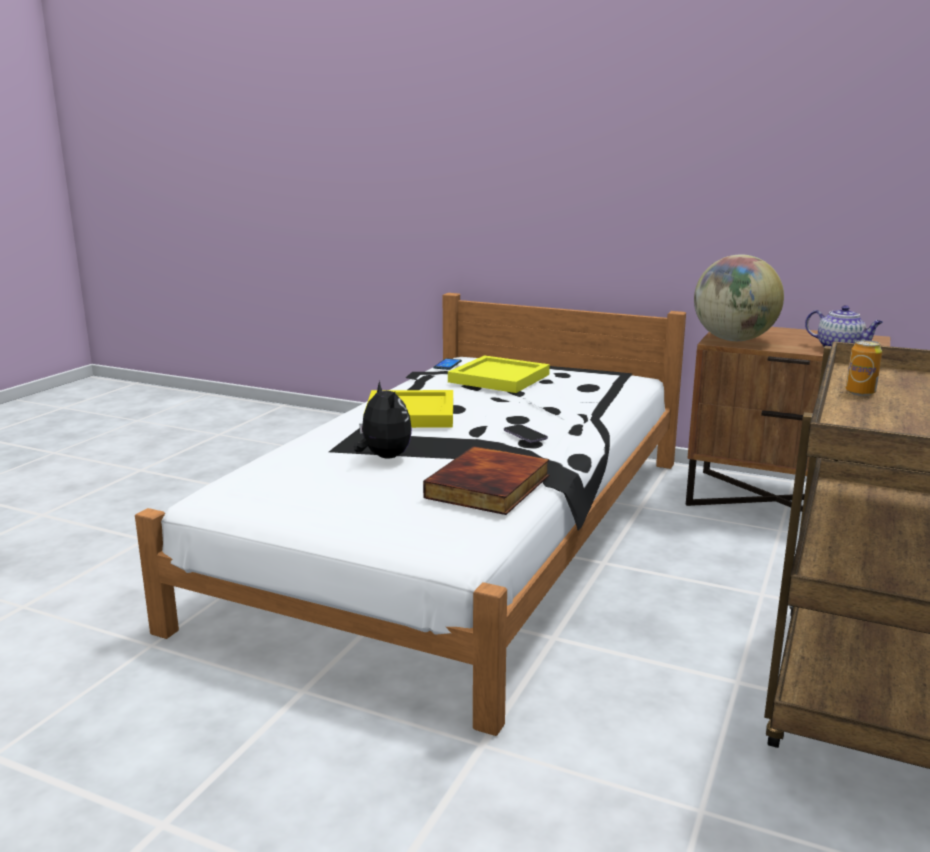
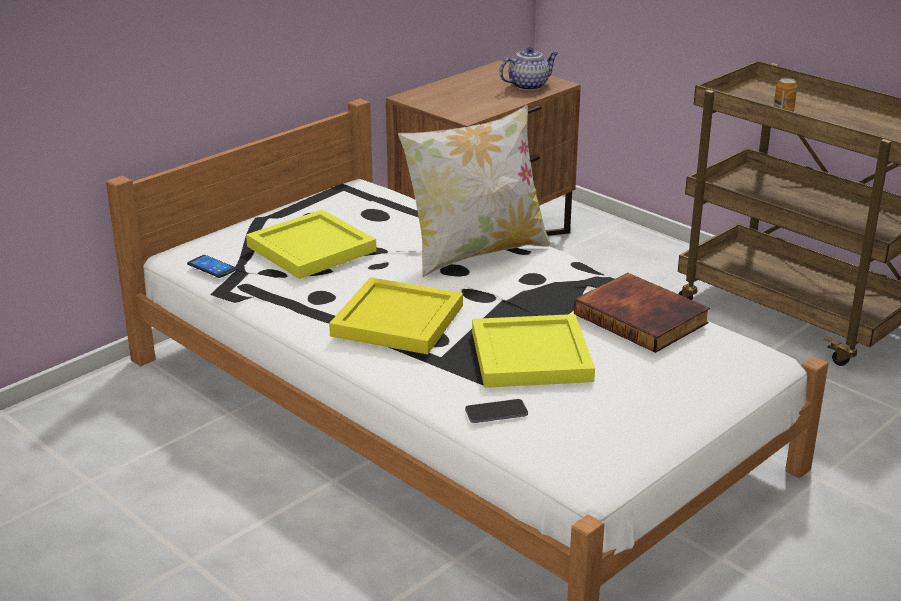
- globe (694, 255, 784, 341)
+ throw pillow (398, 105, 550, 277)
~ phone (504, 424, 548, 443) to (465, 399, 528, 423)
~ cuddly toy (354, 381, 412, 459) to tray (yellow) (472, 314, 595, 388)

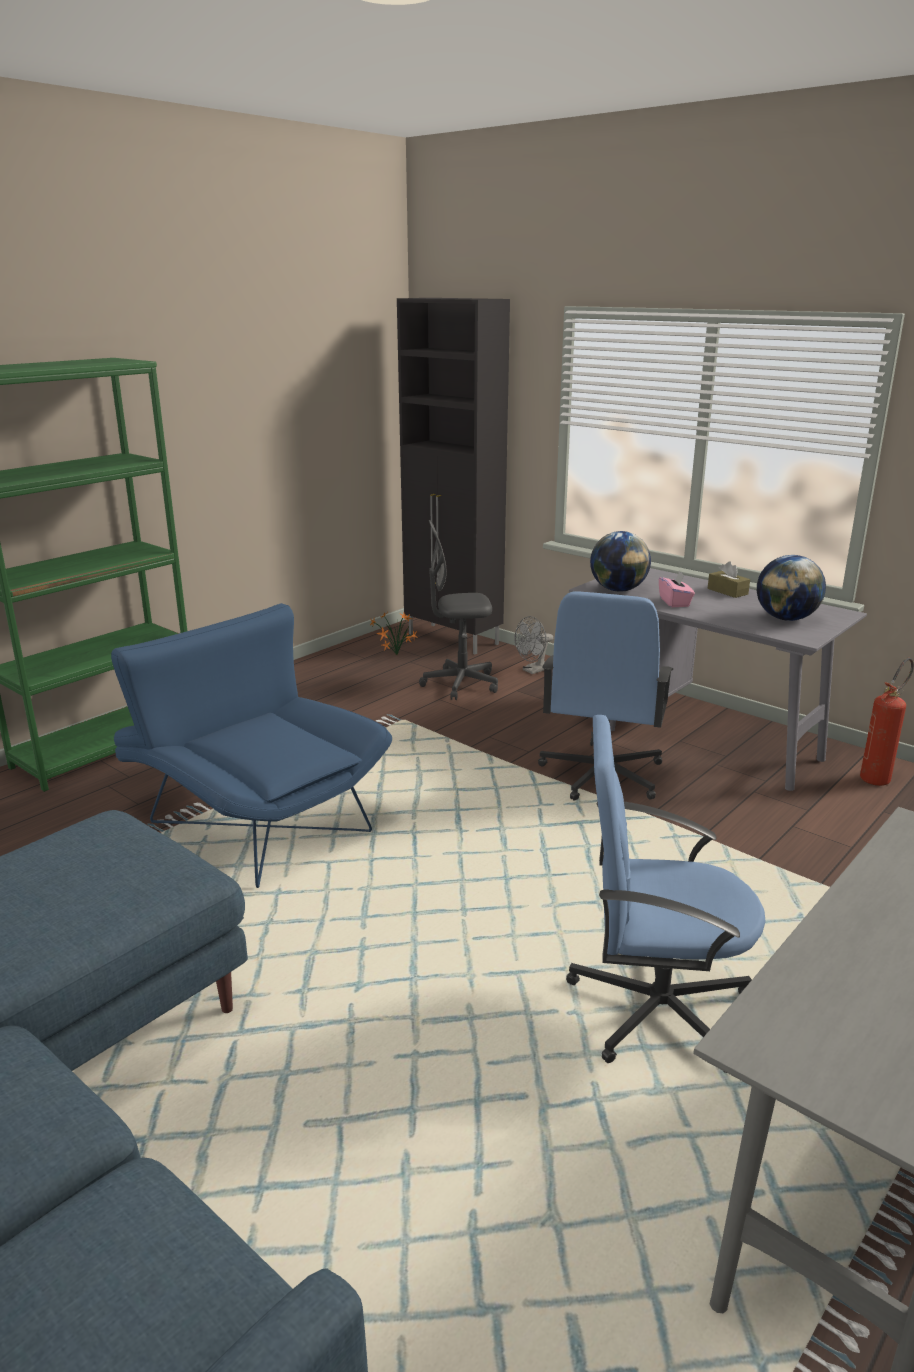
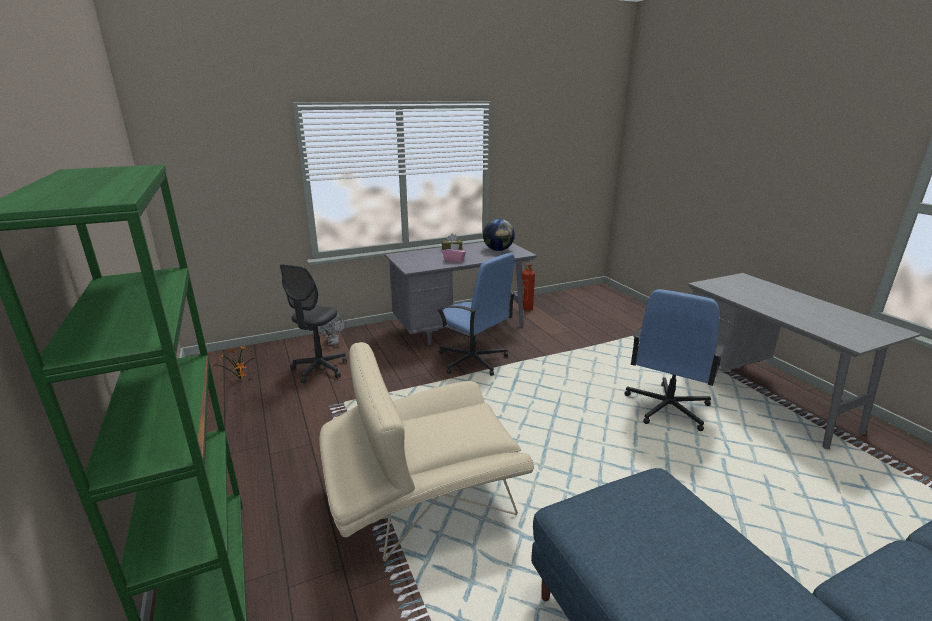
- storage cabinet (blackish) (397, 298, 510, 654)
- globe (590, 531, 651, 592)
~ armchair (bluish) (111, 603, 392, 888) to armchair (beige-coloured) (320, 342, 534, 562)

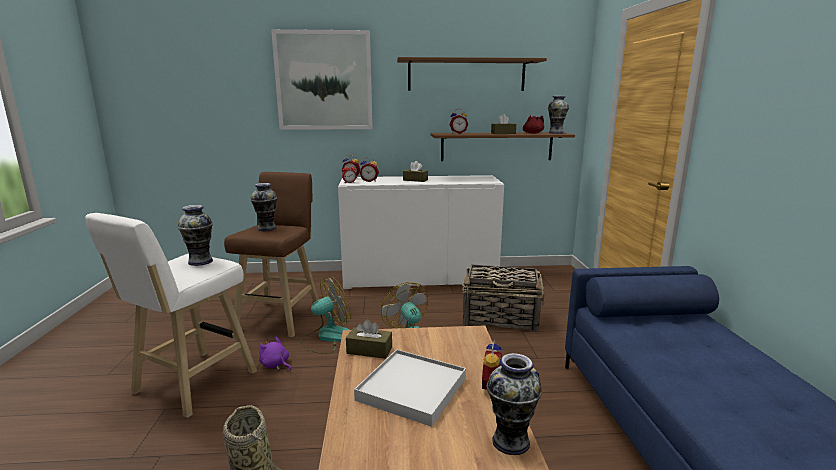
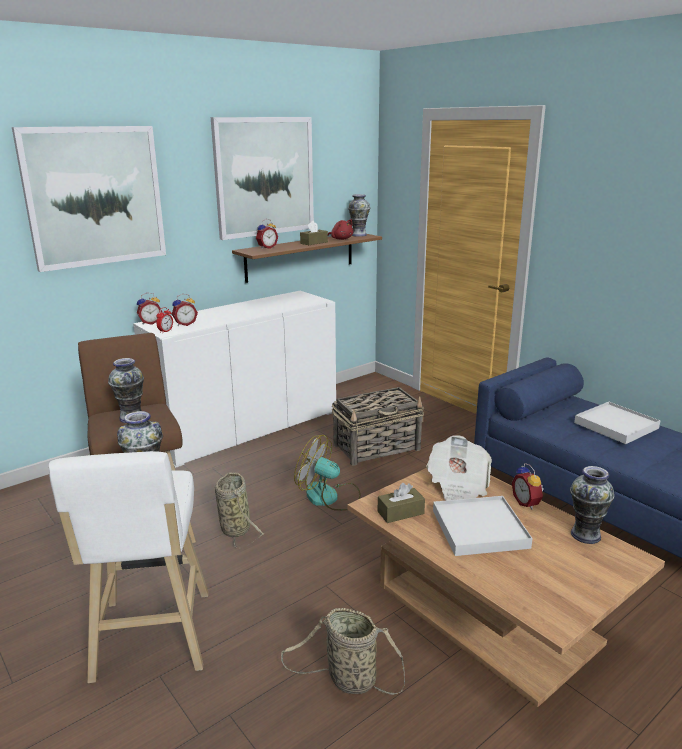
- cuddly toy (purplish) (259, 337, 291, 370)
- box of tissues (brown) (403, 161, 428, 182)
+ printed paper (426, 435, 492, 501)
+ tray (white) (574, 402, 660, 444)
~ electric fan (300, 277, 351, 354) to household basket (215, 472, 264, 548)
~ wall shelf (brown) (397, 57, 547, 91) to wall picture (211, 117, 314, 240)

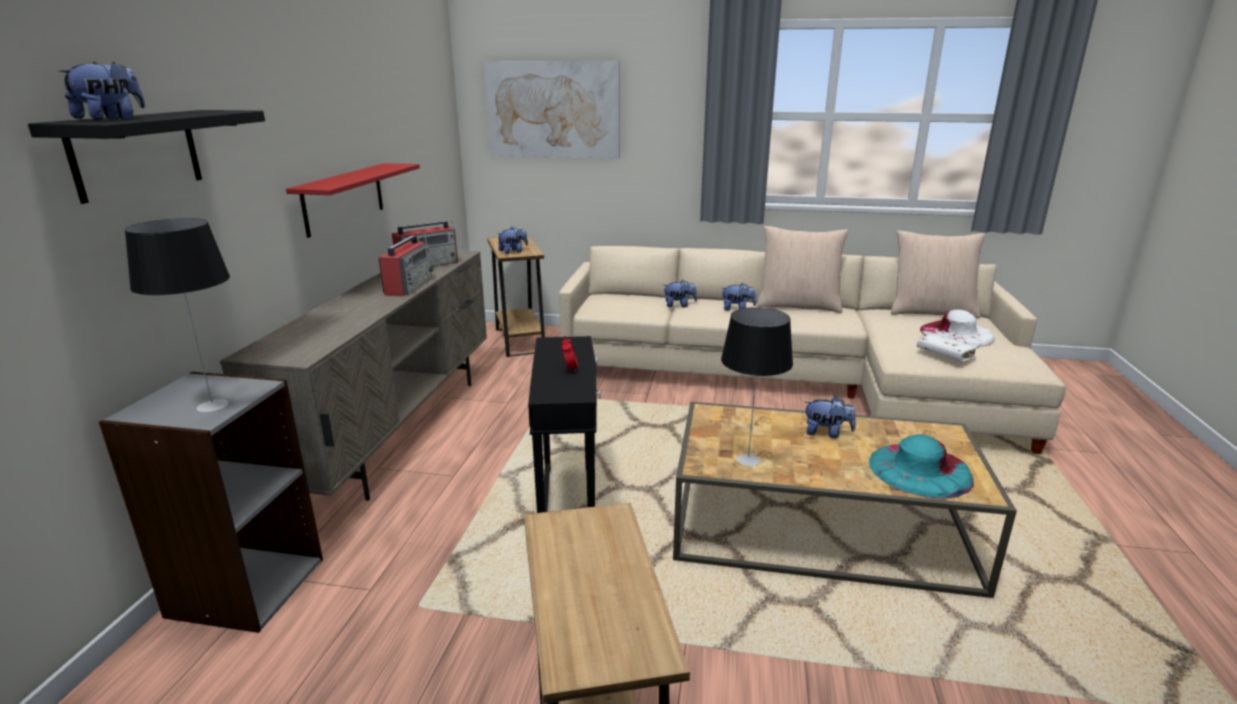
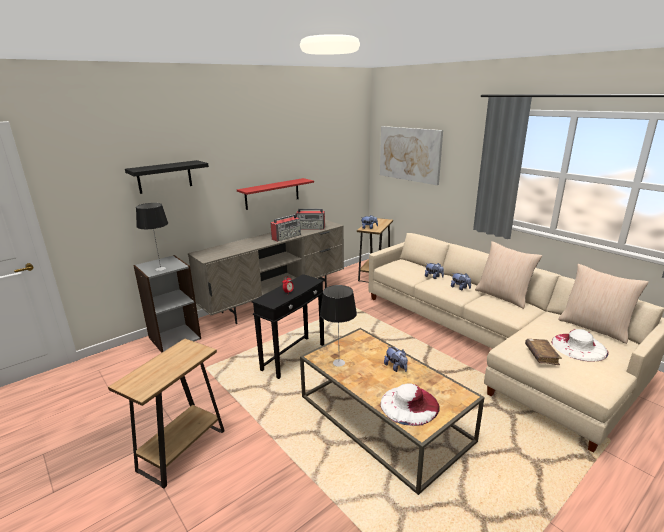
- cuddly toy (58, 62, 145, 120)
~ clothing hat (turquoise) (869, 434, 974, 499) to clothing hat (white) (380, 383, 440, 426)
~ bound book (white) (917, 334, 979, 361) to bound book (brown) (525, 339, 562, 365)

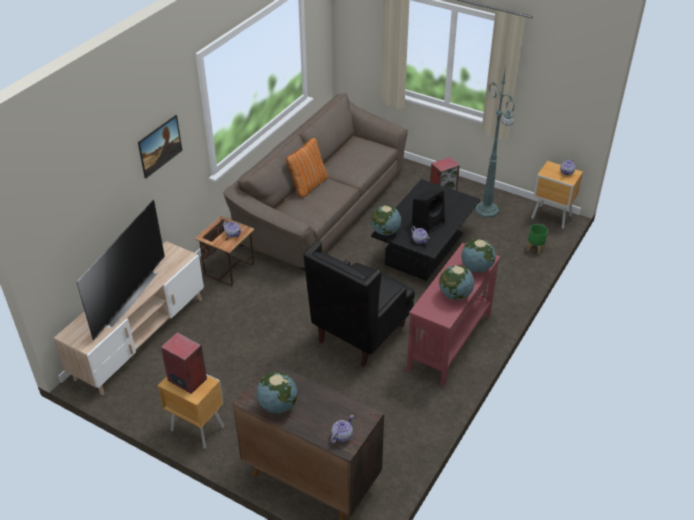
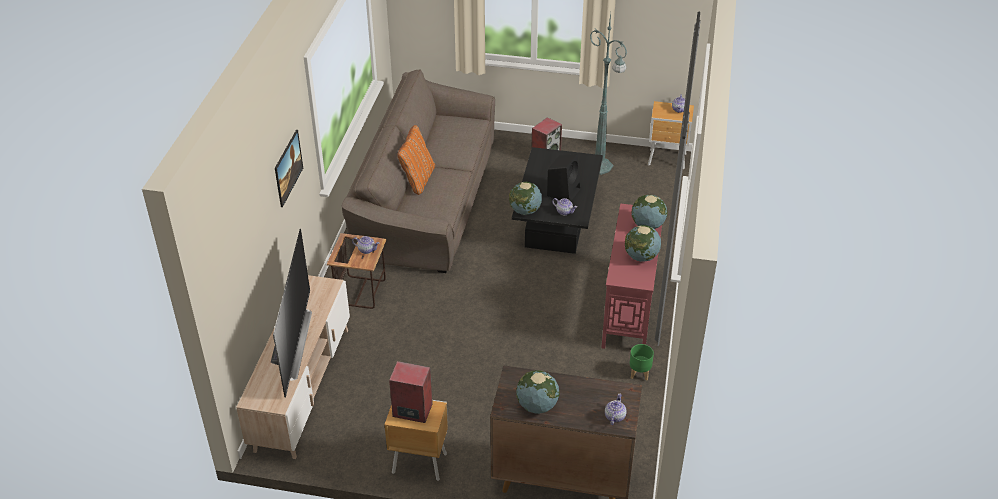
- armchair (blackish) (303, 241, 415, 367)
~ plant pot (green-coloured) (527, 224, 548, 254) to (629, 344, 654, 381)

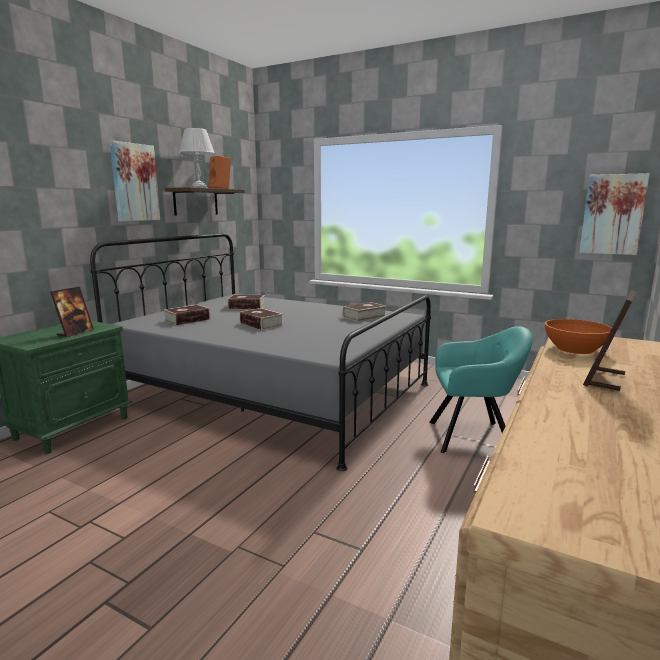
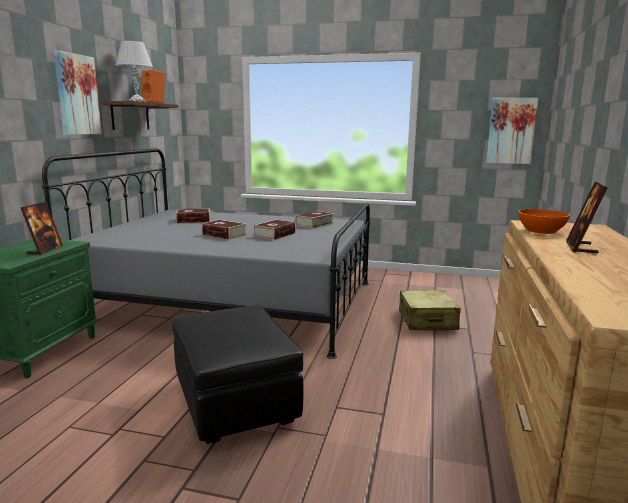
+ footrest (blackish) (172, 305, 304, 444)
~ bound book (163, 304, 210, 326) to (253, 219, 296, 240)
~ armchair (turquoise) (429, 326, 532, 453) to piece of luggage (beige-coloured) (399, 290, 461, 330)

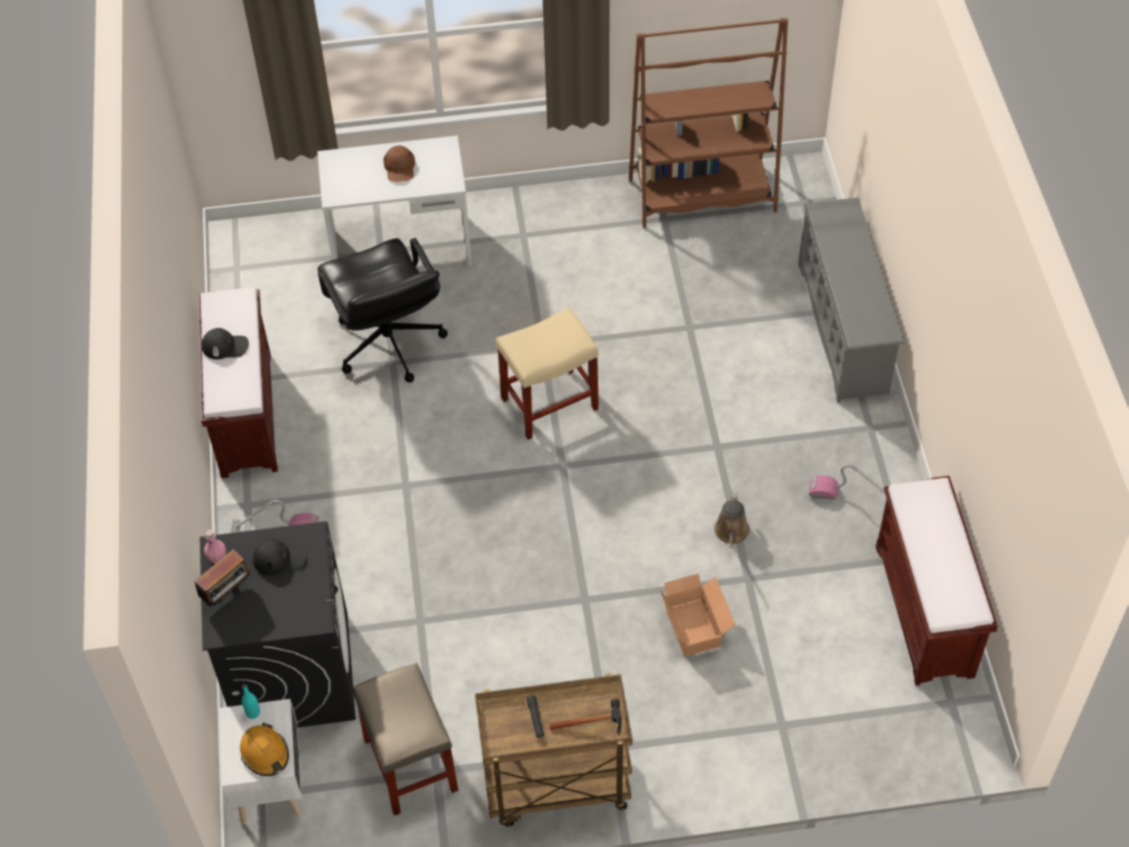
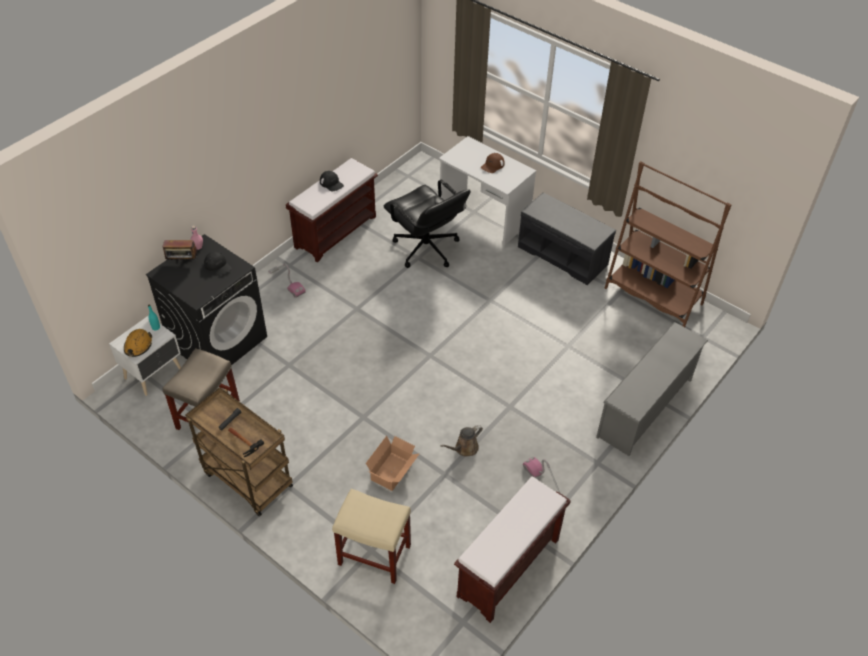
+ indoor bench (gray) (518, 192, 616, 285)
~ stool seat (beige-coloured) (496, 308, 599, 440) to (332, 489, 411, 584)
~ desk chair (blackish) (318, 238, 448, 383) = (384, 180, 471, 268) 60 degrees counterclockwise

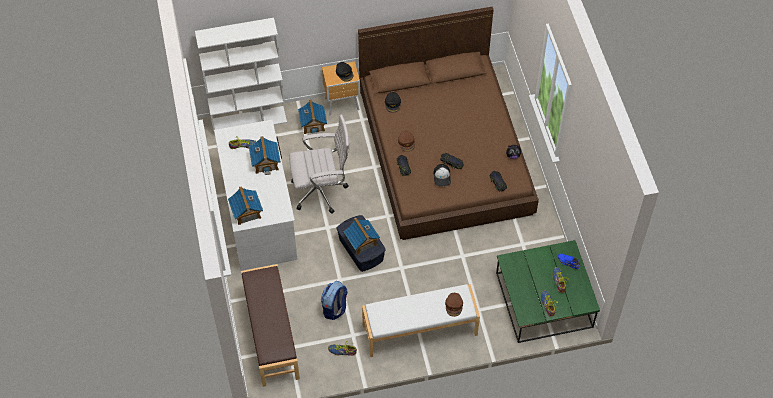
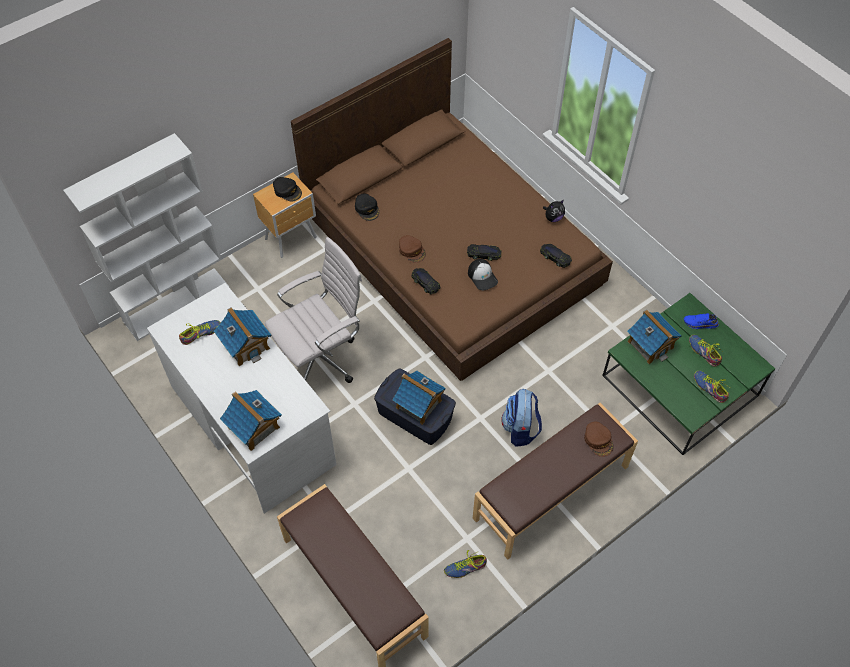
~ miniature house (298, 100, 327, 134) to (627, 310, 682, 364)
~ backpack (321, 281, 348, 320) to (501, 389, 542, 446)
~ indoor bench (white) (362, 284, 480, 357) to indoor bench (brown) (473, 403, 638, 560)

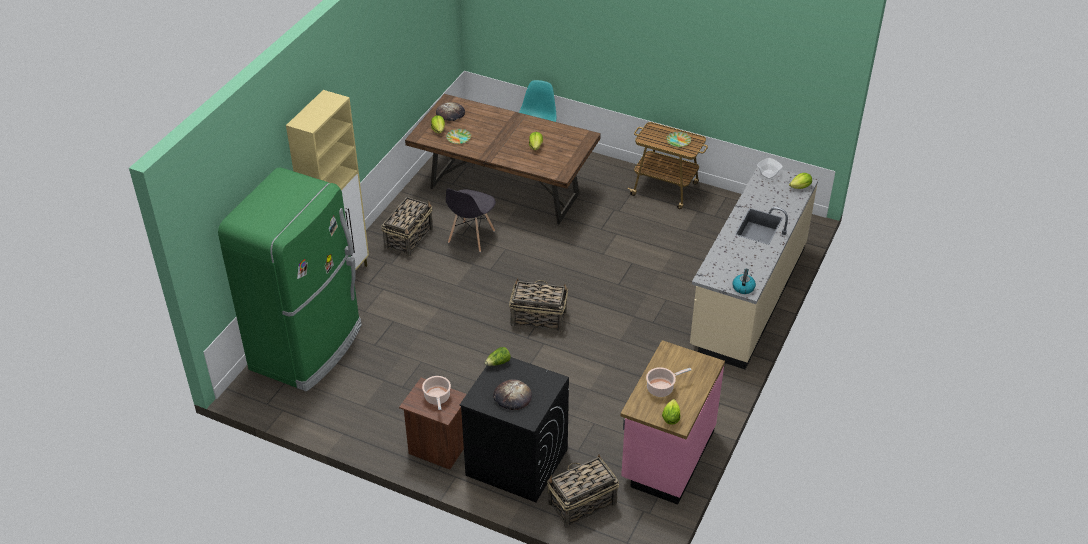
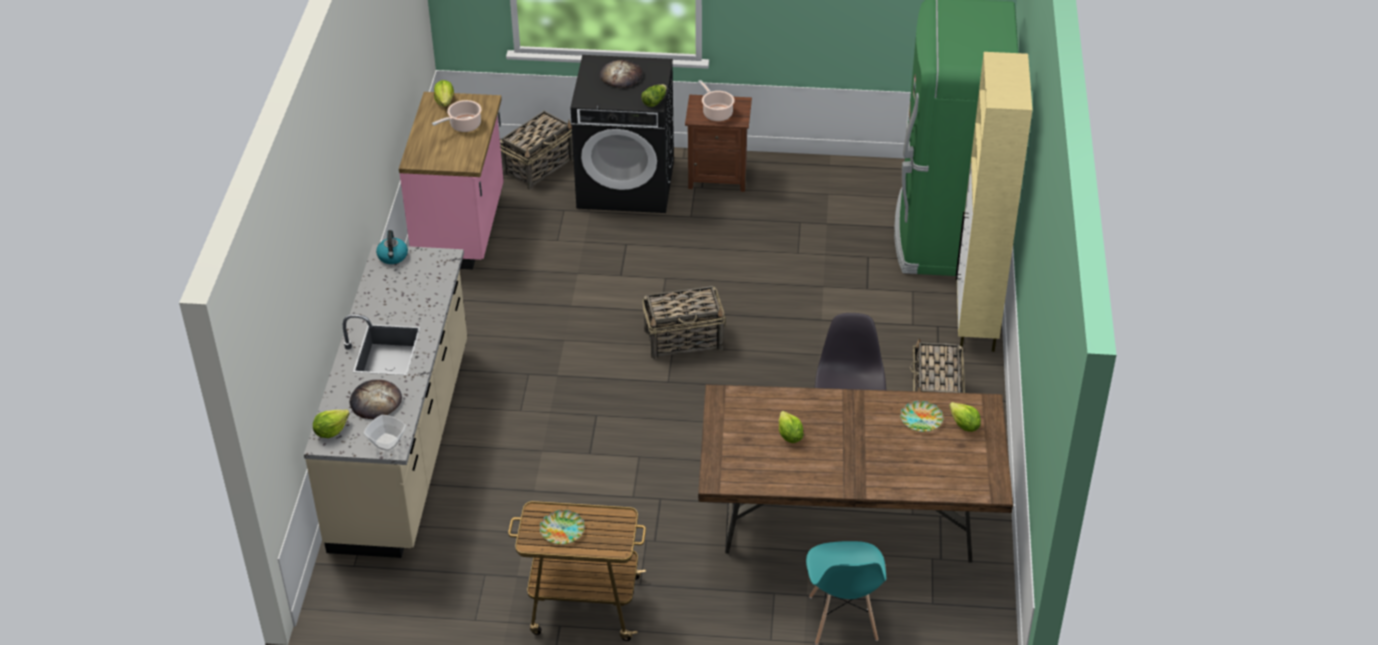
~ bakery bread (436, 102, 465, 121) to (349, 380, 402, 419)

